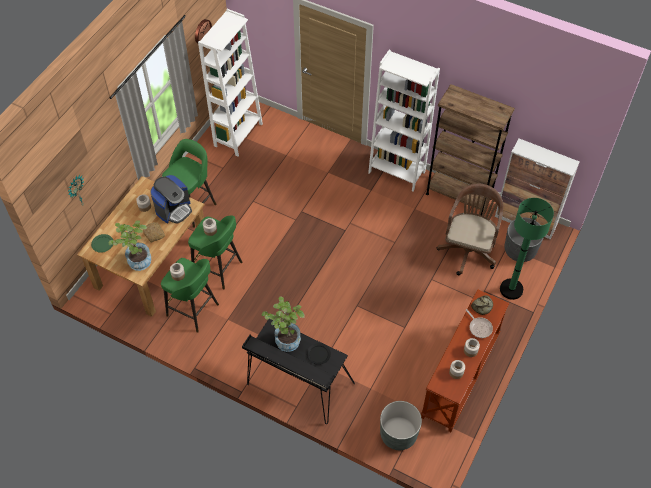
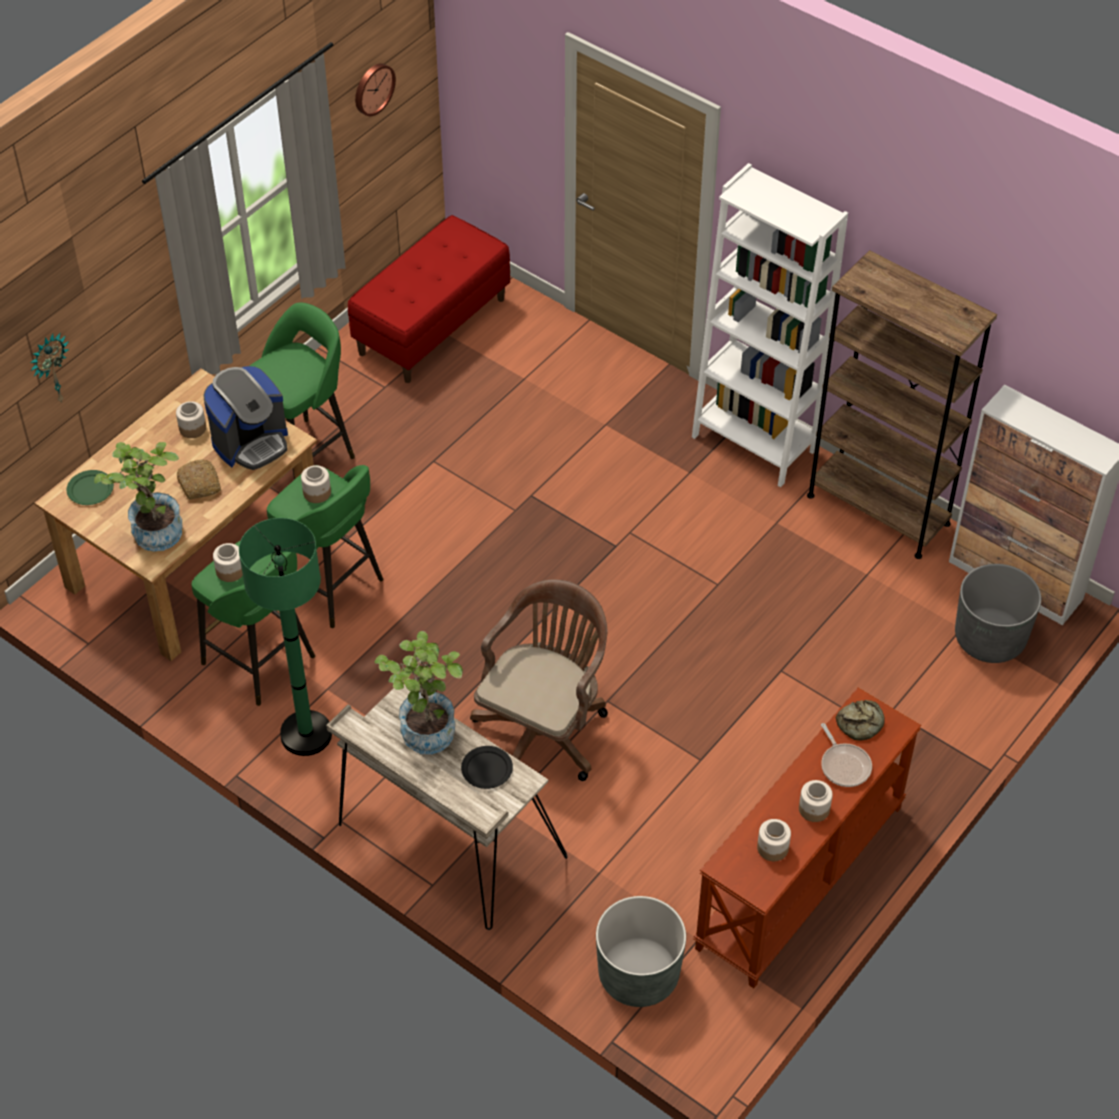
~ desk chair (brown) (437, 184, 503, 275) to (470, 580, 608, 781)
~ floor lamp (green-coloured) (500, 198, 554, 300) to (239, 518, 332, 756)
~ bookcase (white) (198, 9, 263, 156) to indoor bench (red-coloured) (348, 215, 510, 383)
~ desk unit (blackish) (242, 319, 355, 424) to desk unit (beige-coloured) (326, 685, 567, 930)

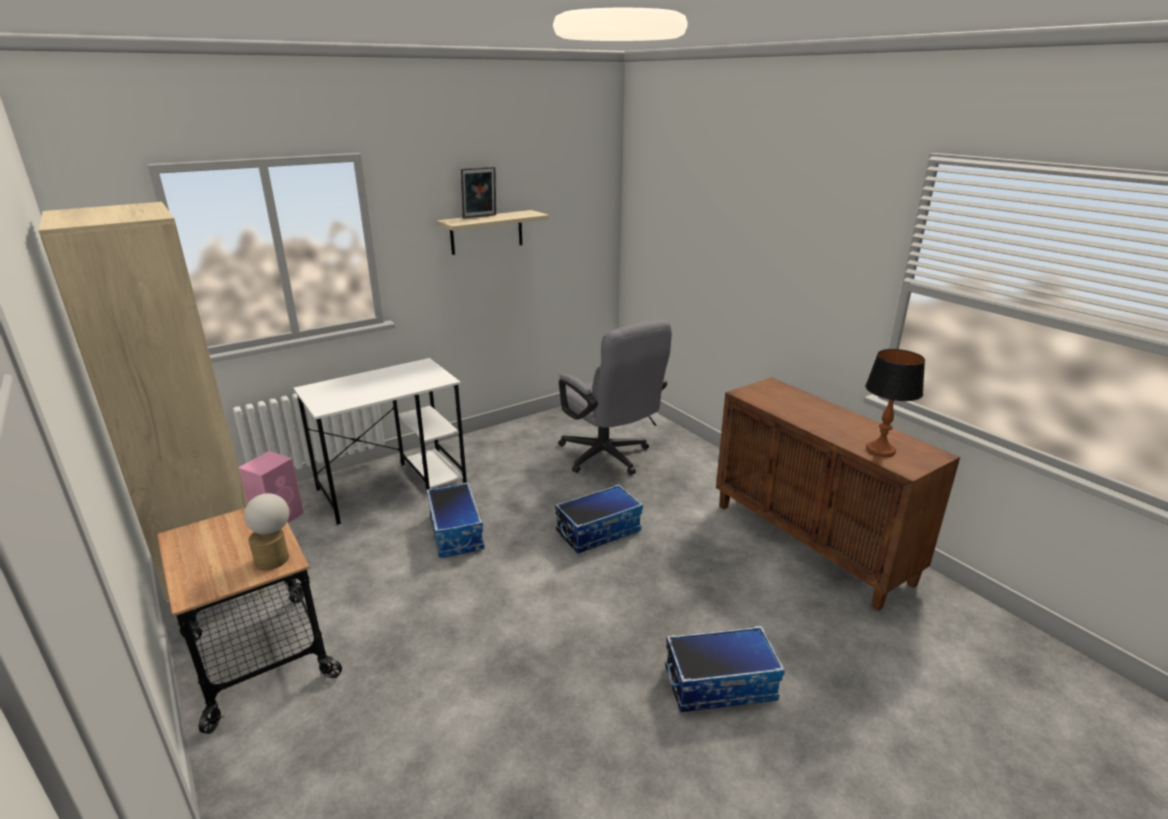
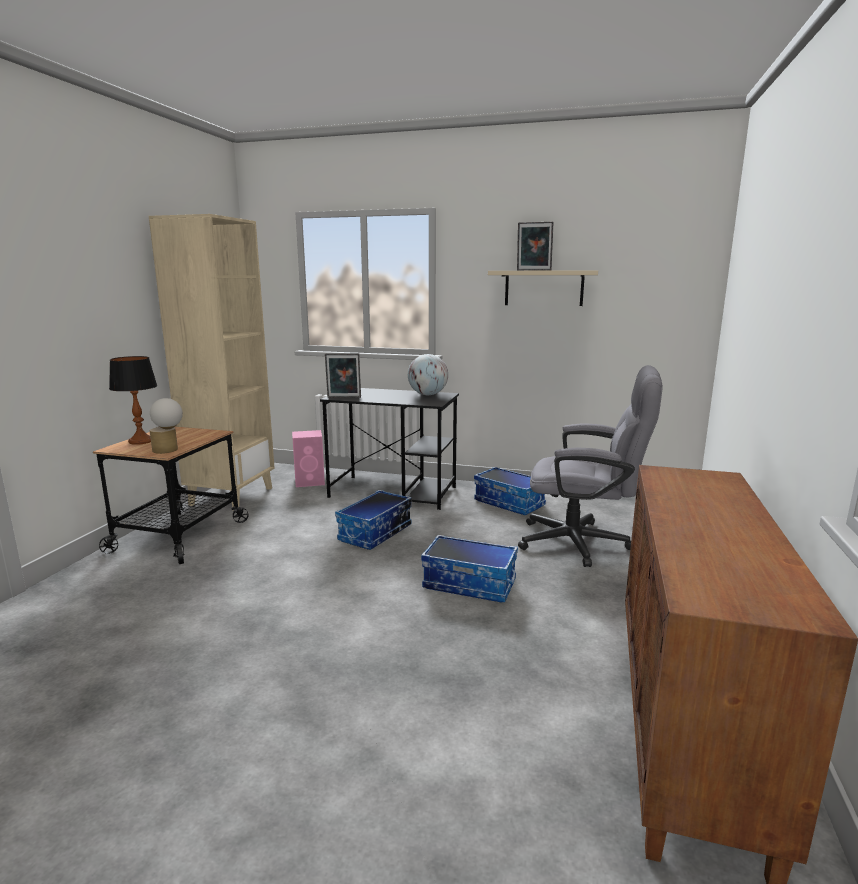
+ picture frame (325, 353, 361, 398)
+ globe (408, 354, 448, 395)
~ storage bin (665, 626, 785, 712) to (474, 467, 546, 515)
~ table lamp (865, 349, 925, 457) to (109, 356, 157, 445)
~ desk unit (white) (293, 358, 467, 525) to desk unit (blackish) (320, 388, 459, 510)
~ desk chair (gray) (558, 320, 672, 475) = (518, 365, 662, 567) 90 degrees counterclockwise

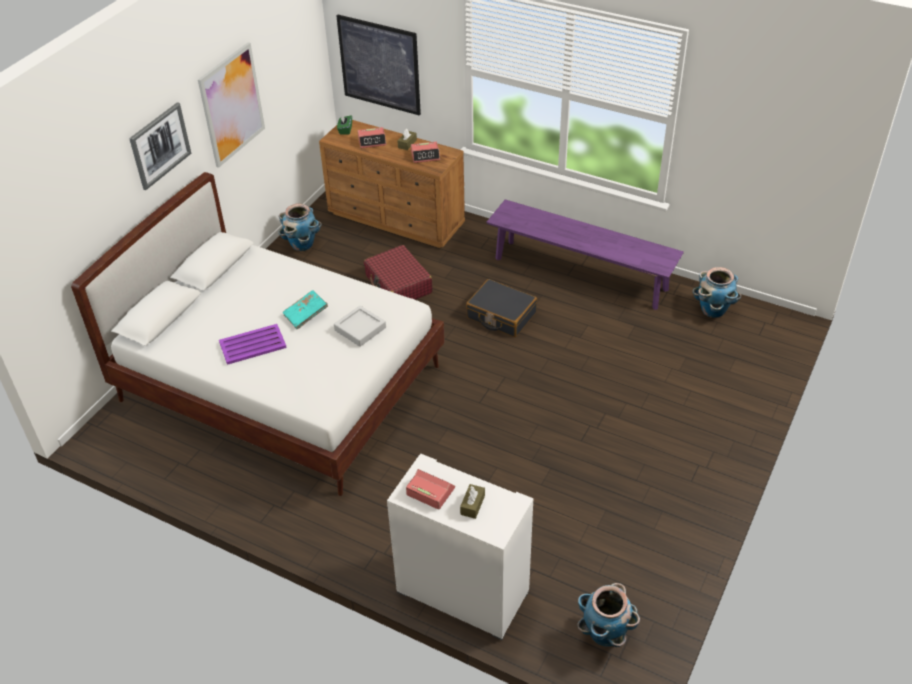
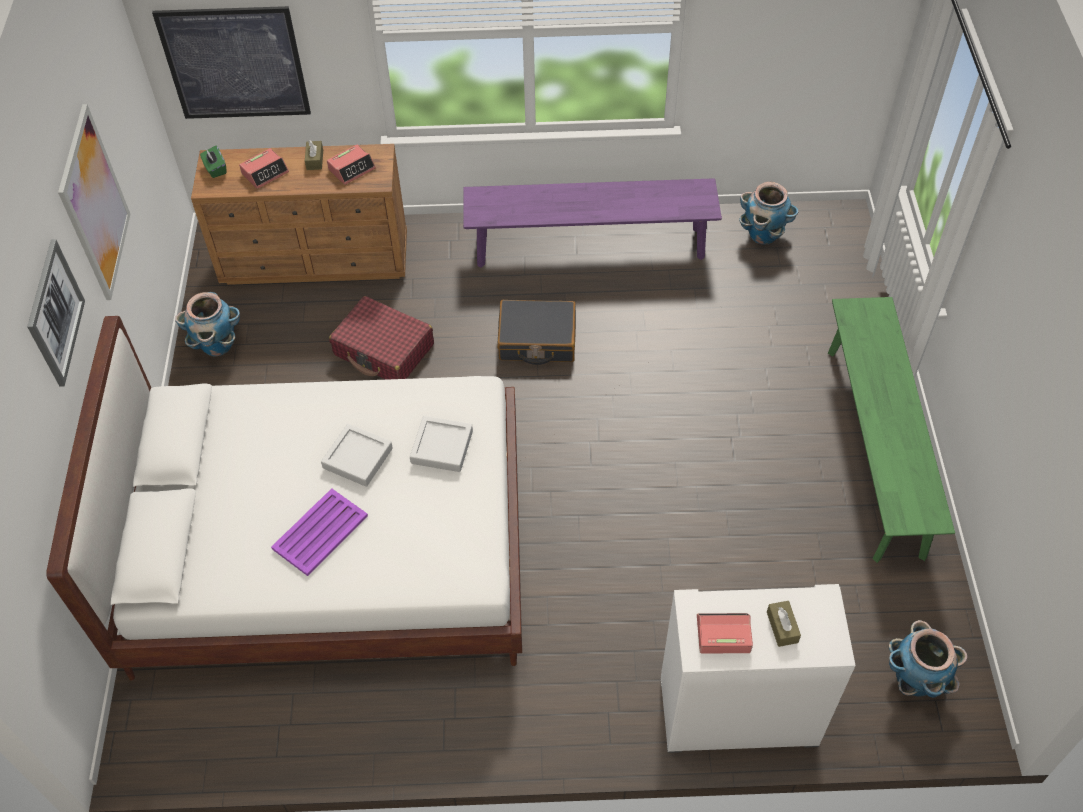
+ indoor bench (green-coloured) (828, 297, 955, 563)
~ bound book (turquoise) (283, 290, 328, 330) to tray (gray) (321, 424, 393, 487)

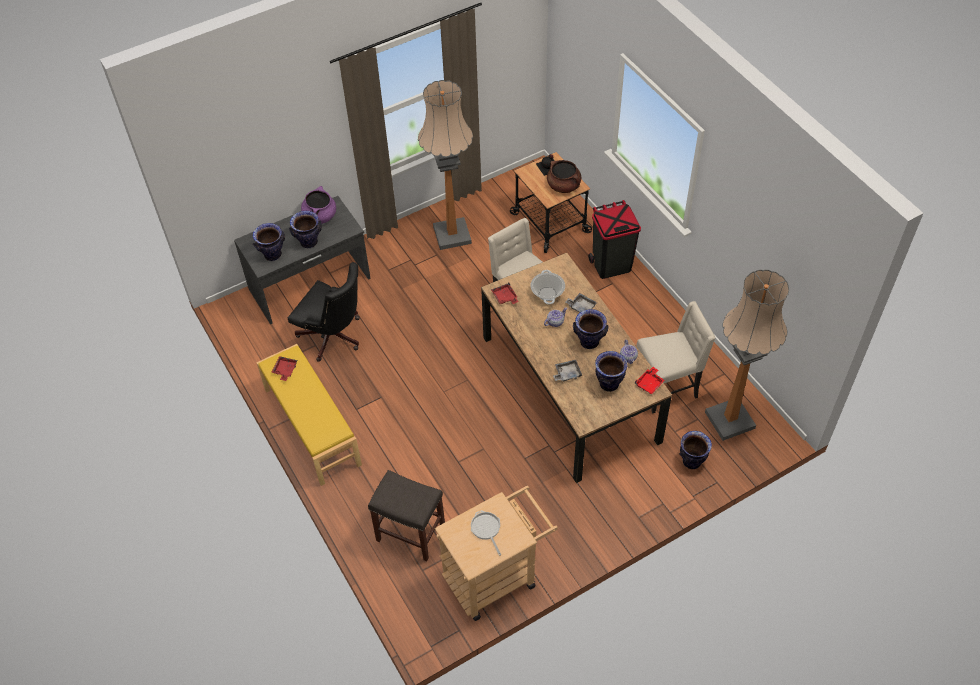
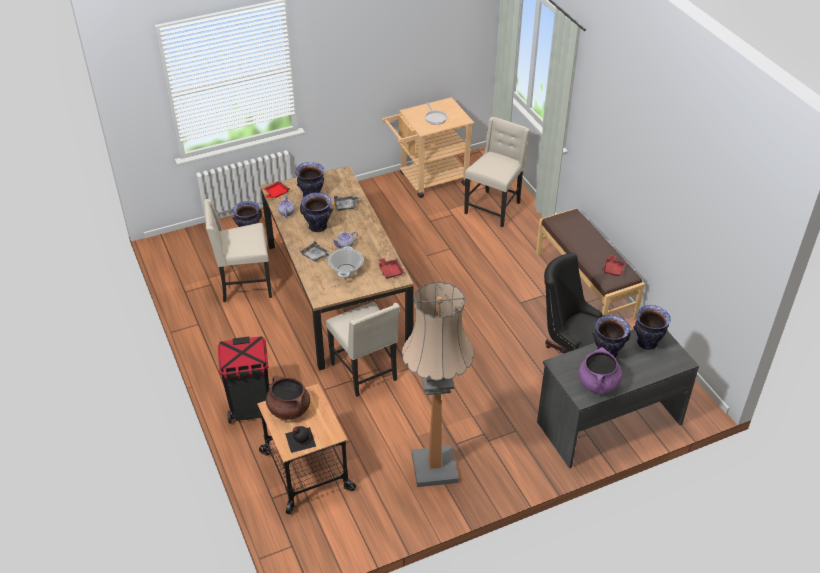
- floor lamp (705, 270, 789, 441)
~ stool seat (gray) (368, 470, 445, 561) to plain chair (beige-coloured) (464, 117, 530, 227)
~ indoor bench (yellow) (256, 344, 362, 486) to indoor bench (brown) (536, 208, 645, 320)

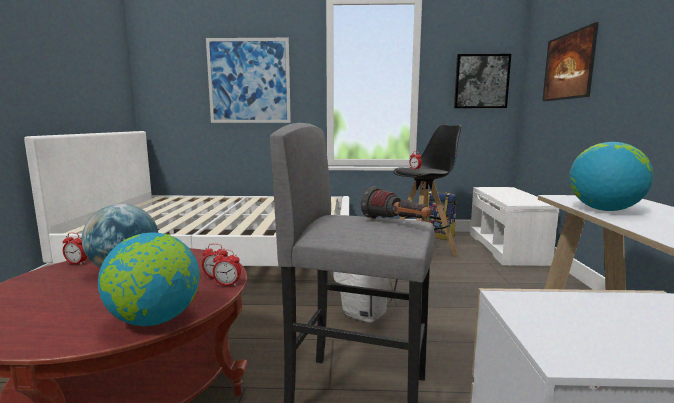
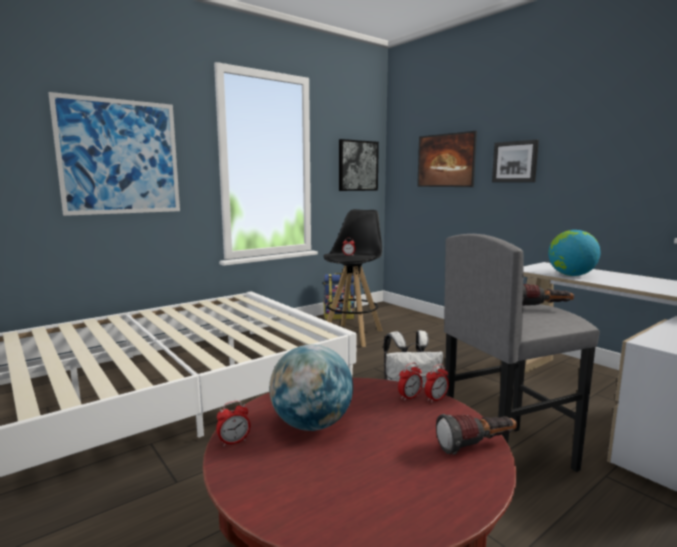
- indoor bench (white) (470, 187, 559, 266)
+ wall picture (492, 140, 539, 182)
~ globe (98, 232, 200, 326) to torch (436, 414, 517, 455)

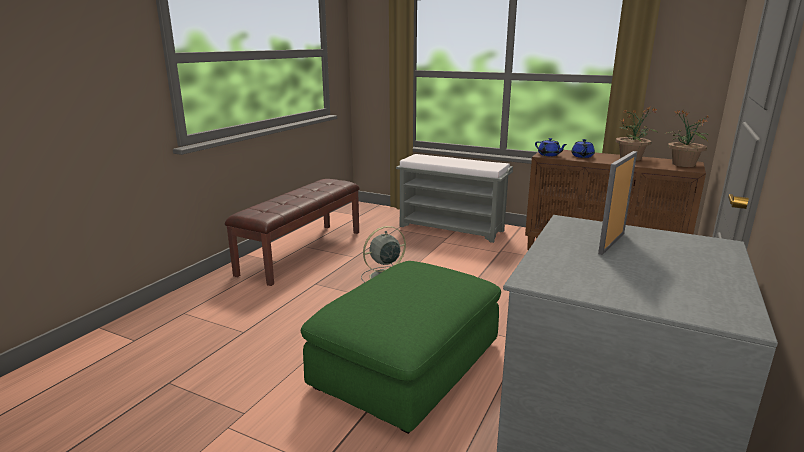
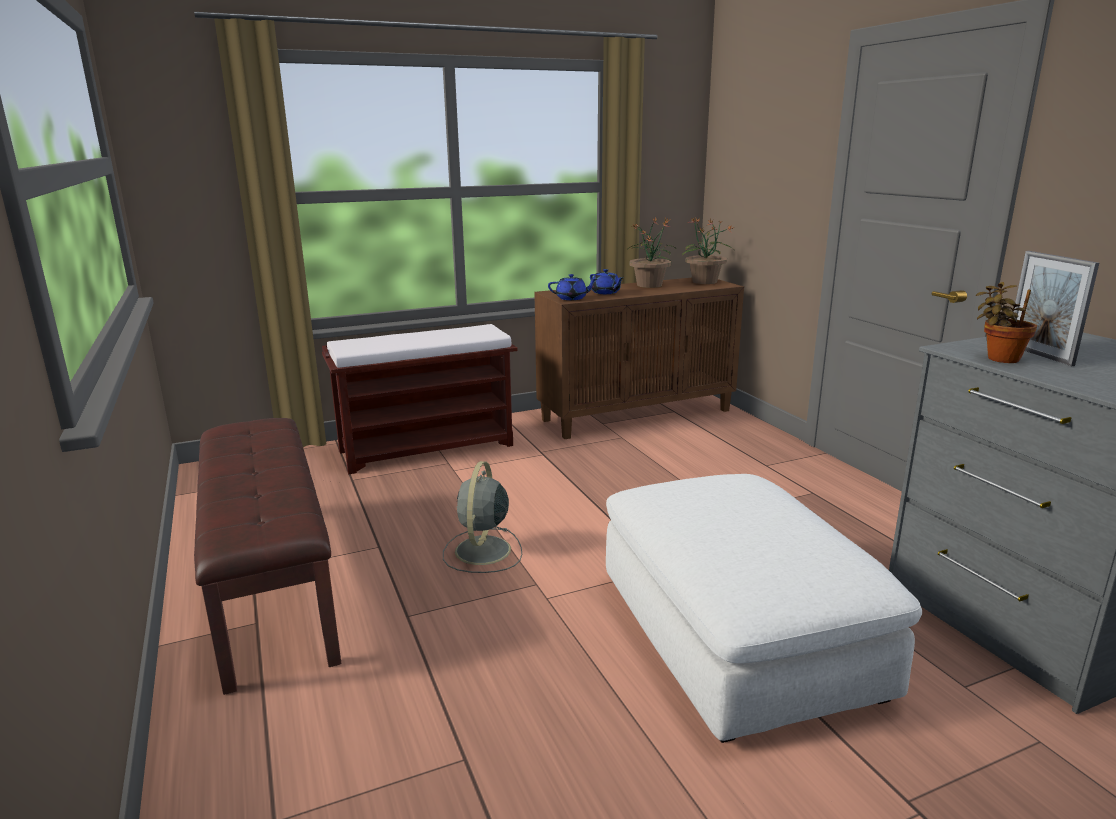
+ plant in a pot (976, 282, 1037, 363)
~ footrest (green-coloured) (301, 261, 501, 434) to footrest (white) (606, 474, 922, 743)
~ indoor bench (gray) (396, 154, 513, 243) to indoor bench (brown) (322, 324, 517, 474)

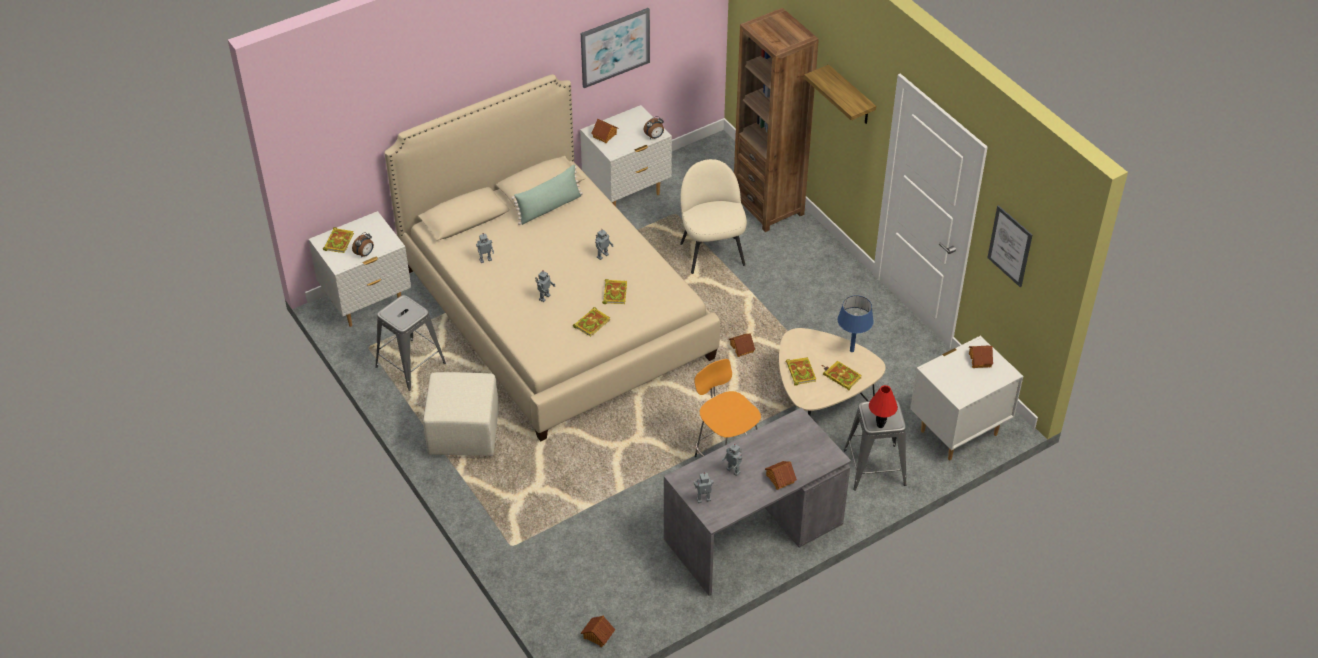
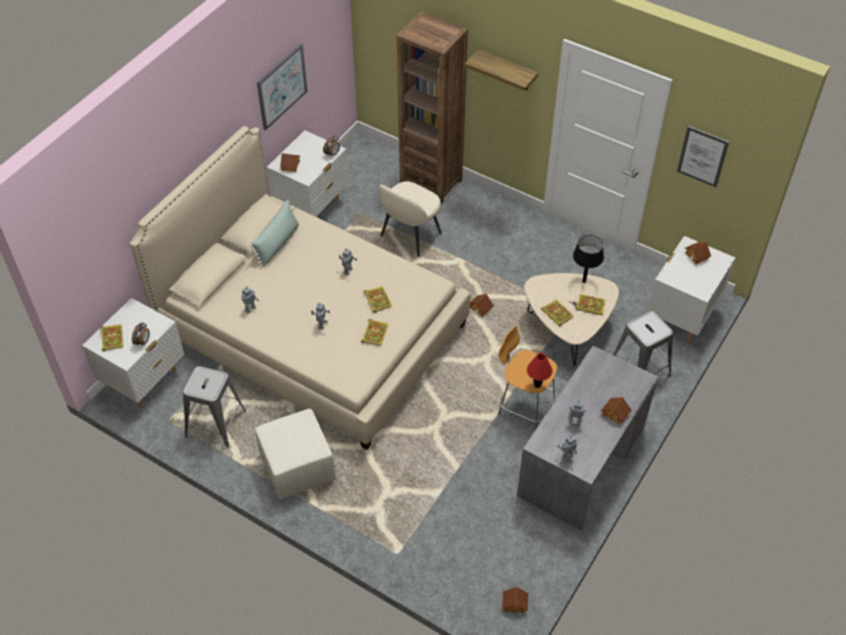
~ table lamp (red-coloured) (869, 385, 898, 428) to (527, 353, 552, 388)
~ table lamp (bluish) (838, 295, 874, 352) to table lamp (blackish) (573, 235, 604, 283)
~ plain chair (beige-coloured) (680, 159, 747, 274) = (379, 181, 442, 257) 105 degrees counterclockwise

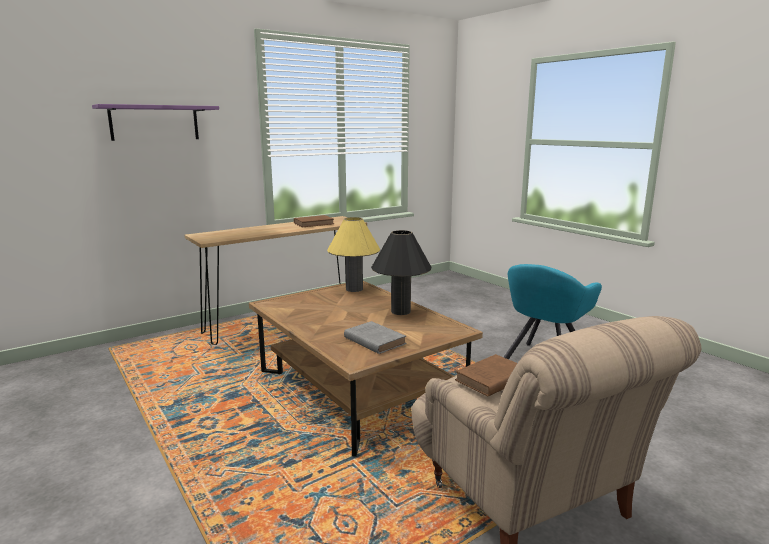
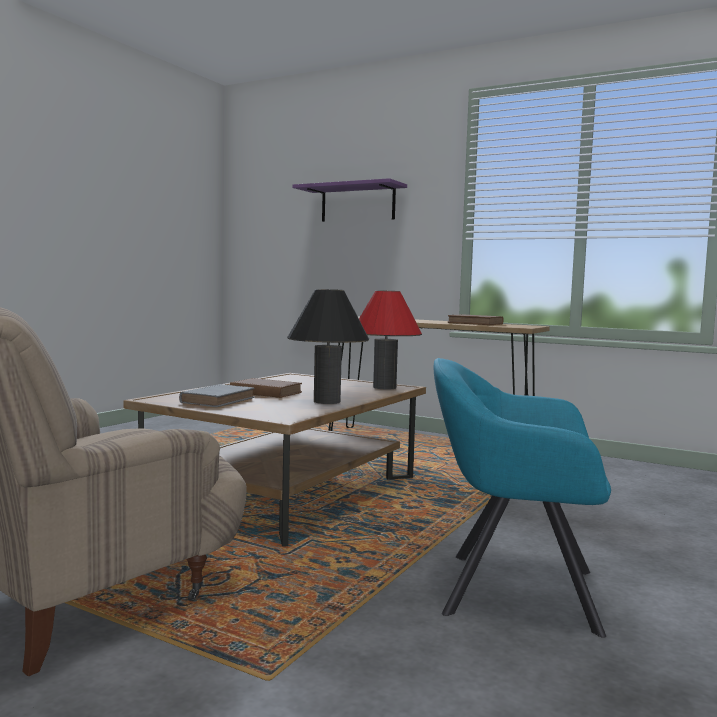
~ bound book (brown) (455, 354, 517, 396) to (230, 378, 302, 398)
~ table lamp (yellow) (327, 217, 380, 292) to table lamp (red-coloured) (359, 290, 422, 390)

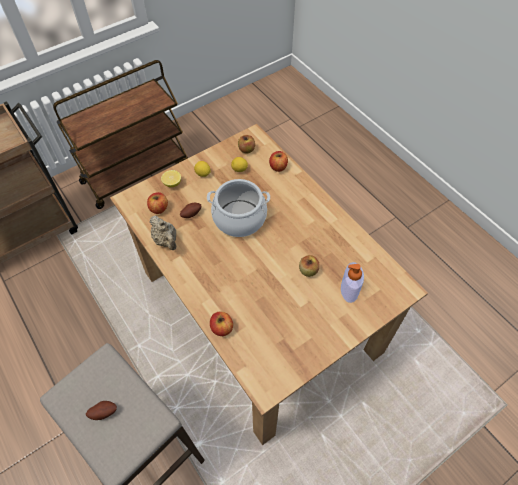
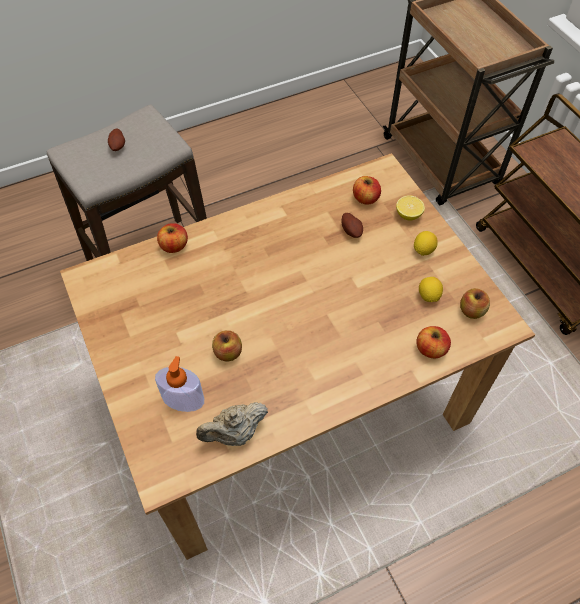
- cooking pot (207, 179, 270, 237)
~ teapot (beige-coloured) (150, 215, 176, 250) to (196, 402, 268, 446)

